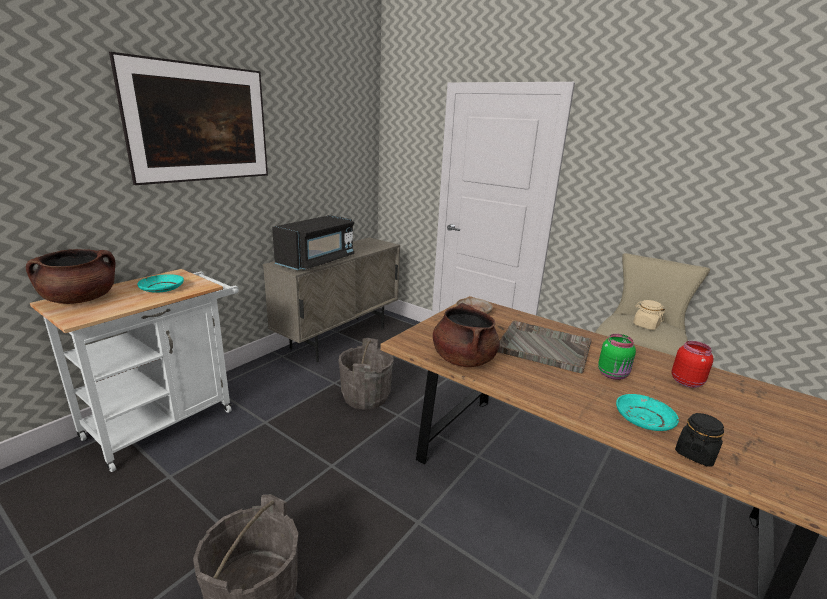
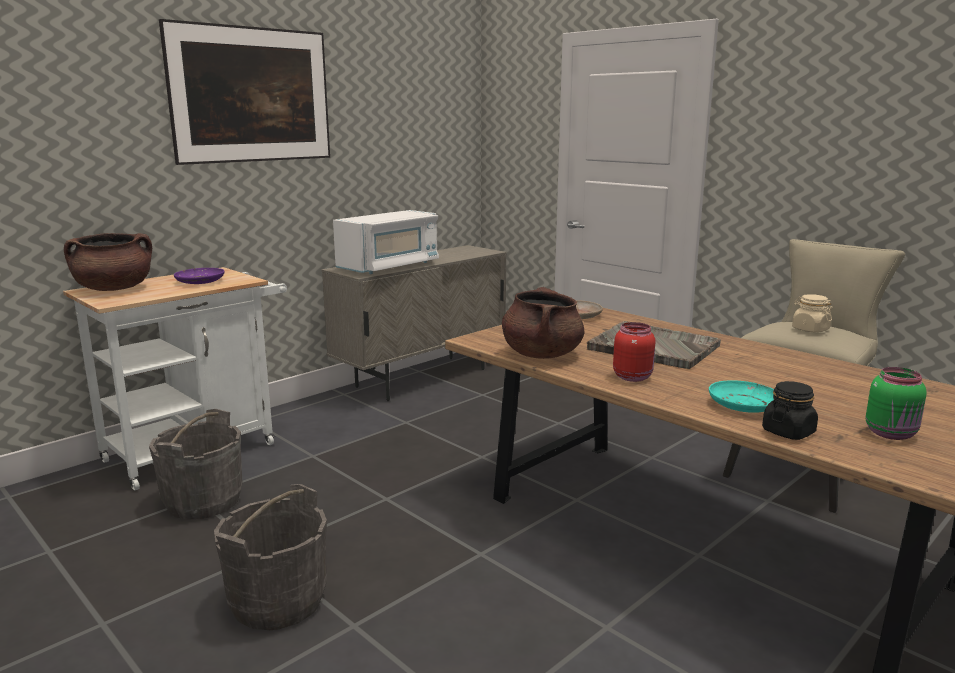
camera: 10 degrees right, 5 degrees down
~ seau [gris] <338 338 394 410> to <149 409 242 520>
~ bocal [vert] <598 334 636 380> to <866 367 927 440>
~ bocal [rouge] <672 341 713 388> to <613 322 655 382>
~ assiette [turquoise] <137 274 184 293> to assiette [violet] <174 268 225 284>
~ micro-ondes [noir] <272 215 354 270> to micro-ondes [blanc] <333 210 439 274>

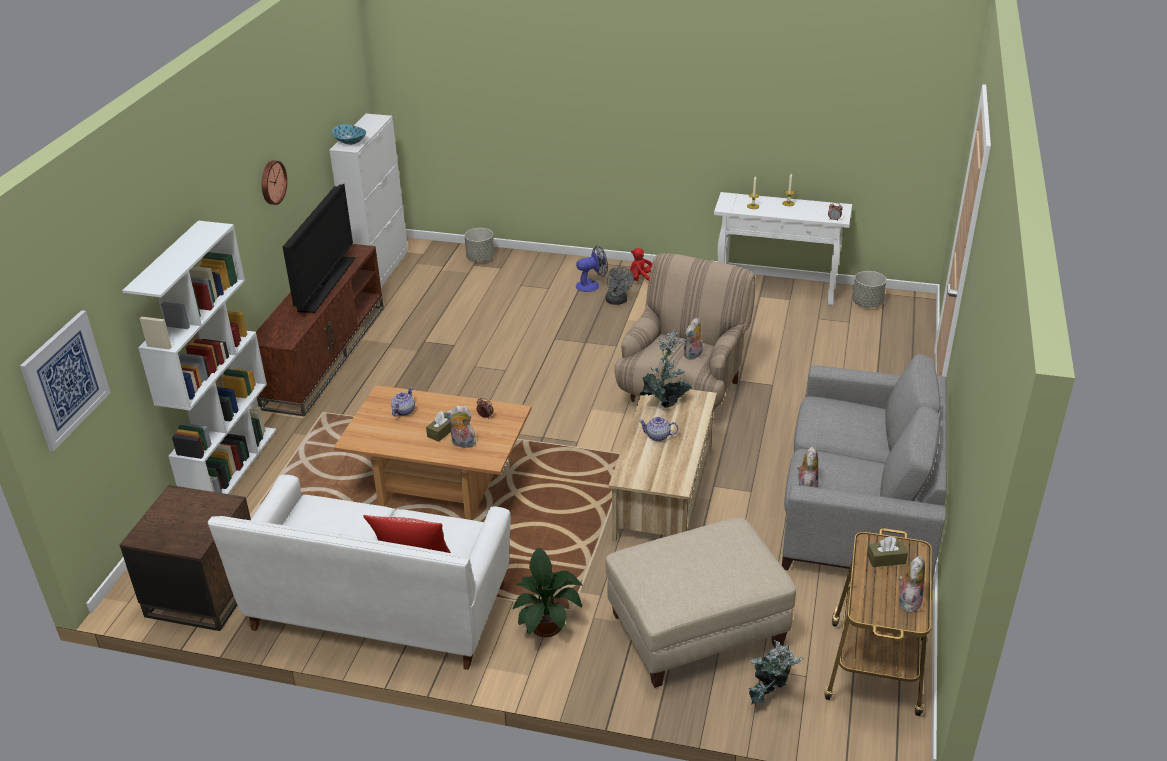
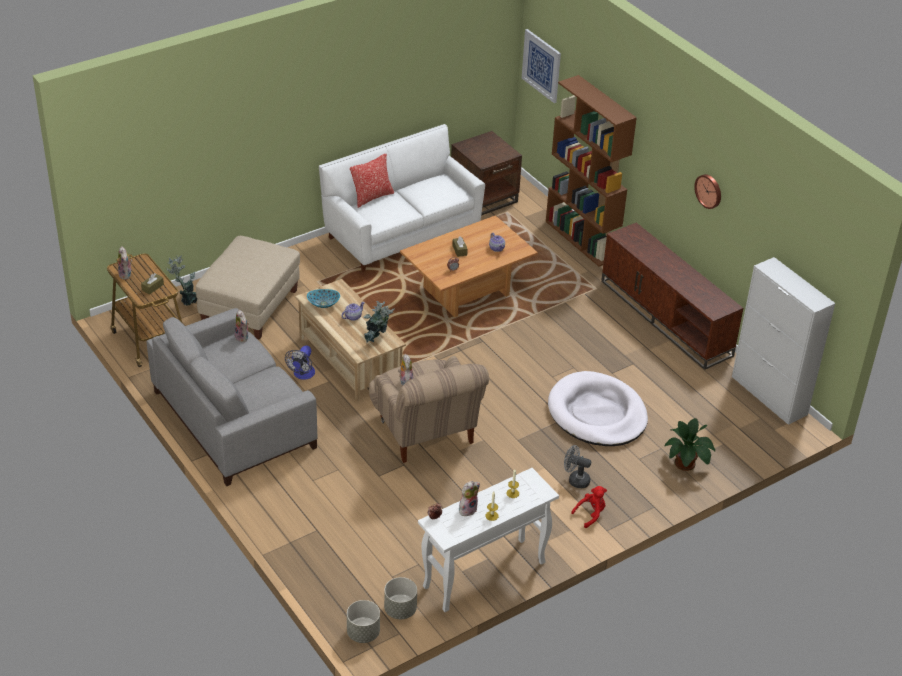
camera: 130 degrees right, 5 degrees up
- téléviseur <283 184 355 313>
+ panier pour chien [blanc] <548 371 648 446>
~ bol <332 124 367 145> to <307 289 340 308>
~ peluche <445 405 476 448> to <459 481 480 516>
~ cache-pot [gris] <465 228 495 262> to <347 600 380 643>
~ plante en pot <513 548 583 637> to <664 418 715 471>
~ ventilateur <576 245 608 292> to <285 345 315 380>
~ bibliothèque [blanc] <122 221 276 494> to bibliothèque [marron] <546 75 637 267>

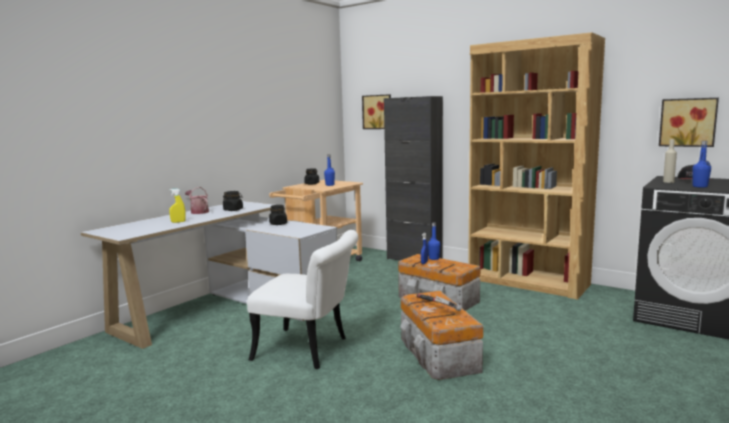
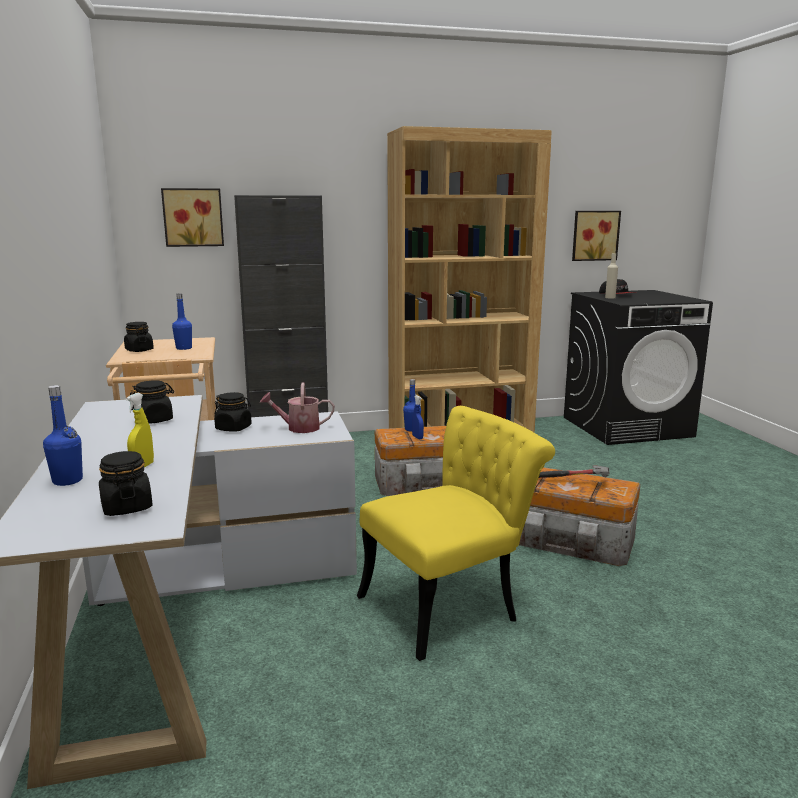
camera: 50 degrees left, 5 degrees up
+ bocal [noir] <99 451 153 516>
~ arrosoir <185 187 209 214> to <260 382 334 433>
~ bouteille [bleu] <693 141 711 188> to <43 385 83 486>
~ chaise [blanc] <247 230 358 369> to chaise [jaune] <357 406 555 661>

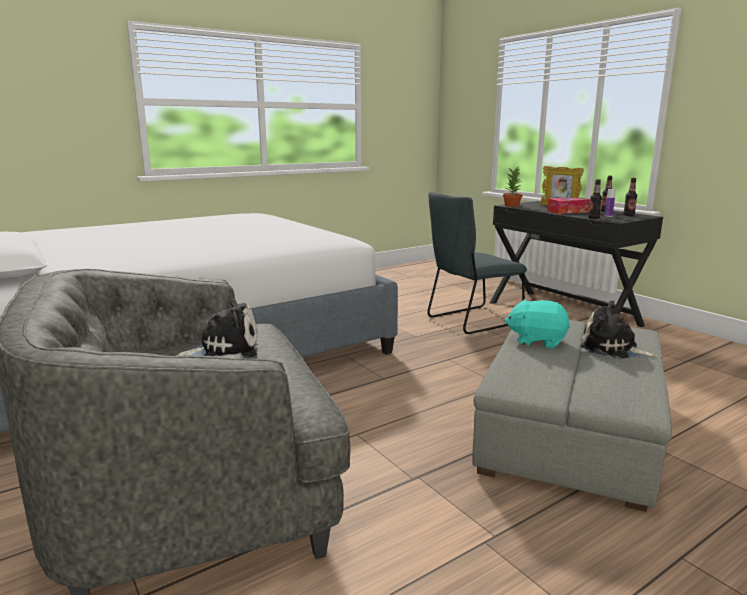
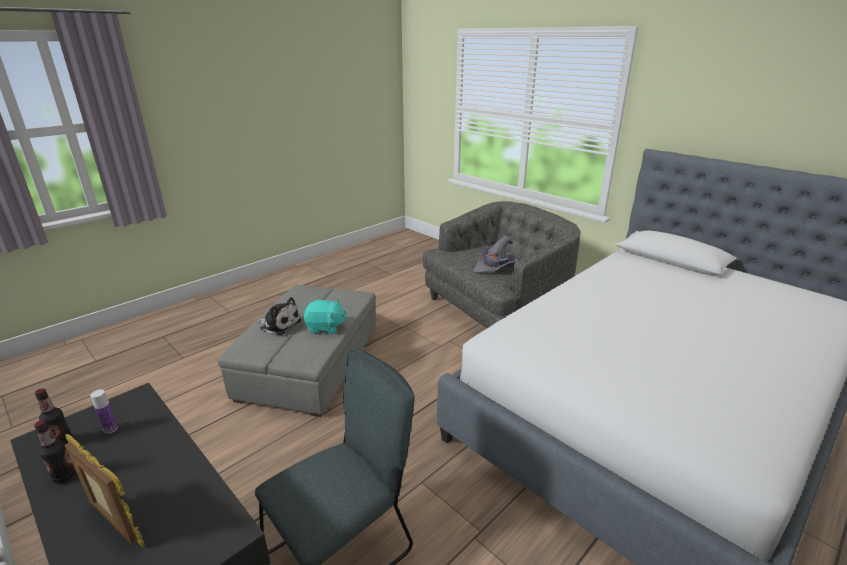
camera: 170 degrees right, 10 degrees up
- plante en pot <503 167 523 207>
- boîte à mouchoirs <547 197 590 214>
- bouteille <588 179 602 219>
~ peluche <176 299 258 359> to chapeau [gris] <473 236 517 274>

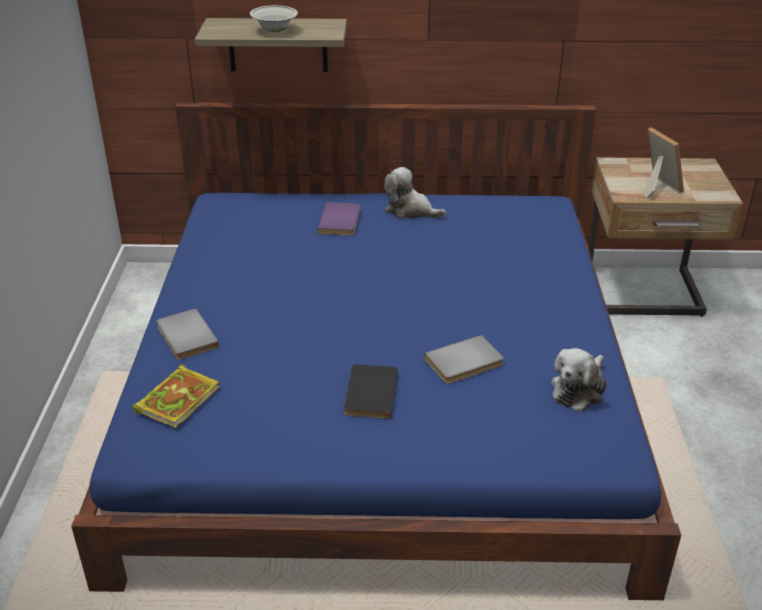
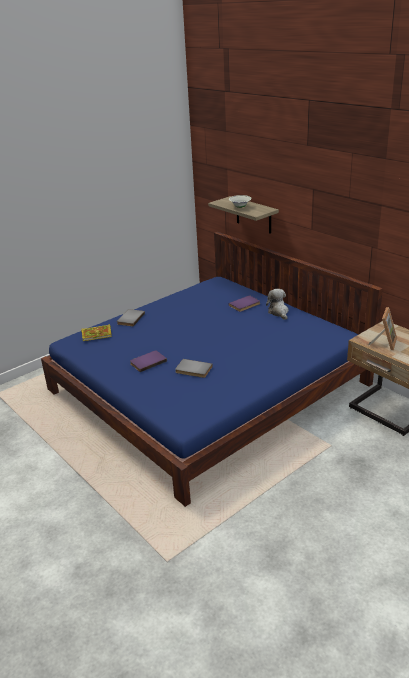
camera: 50 degrees right, 5 degrees down
- peluche <551 348 607 412>
~ livre [noir] <344 364 398 419> to livre [violet] <130 350 167 372>

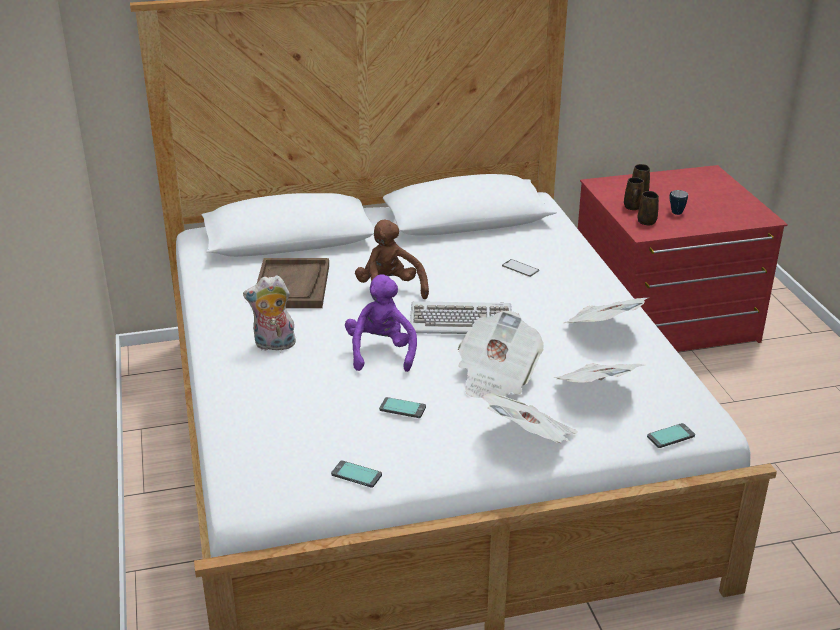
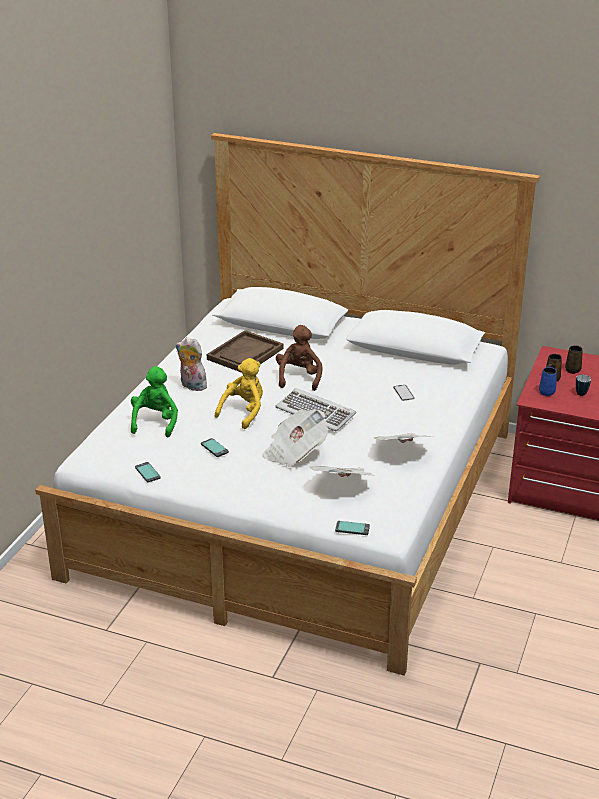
camera: 35 degrees right, 0 degrees up
- journal <483 393 578 443>
+ peluche [vert] <131 366 178 437>
~ peluche [violet] <345 275 417 372> to peluche [jaune] <215 358 263 429>
~ mug [marron] <638 191 659 225> to mug [bleu] <539 367 557 396>

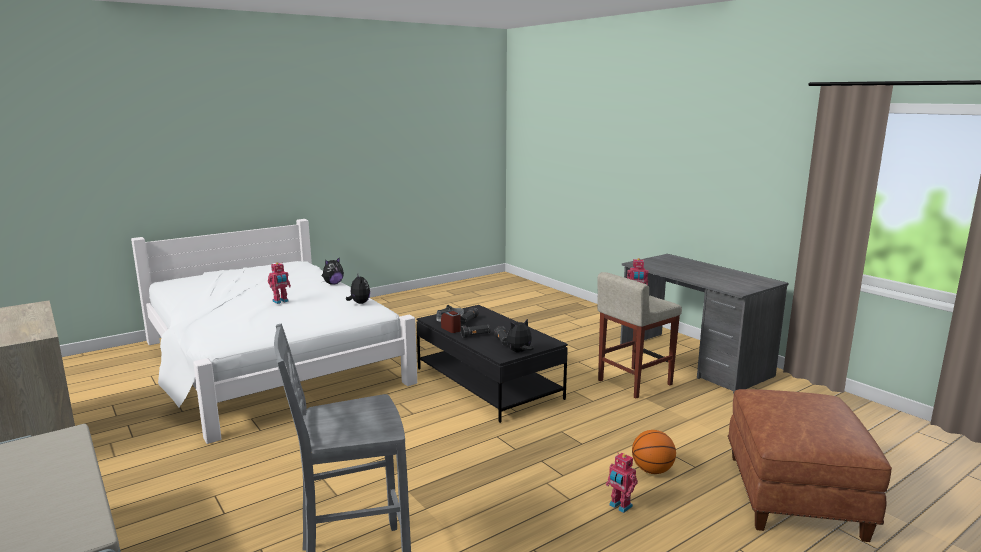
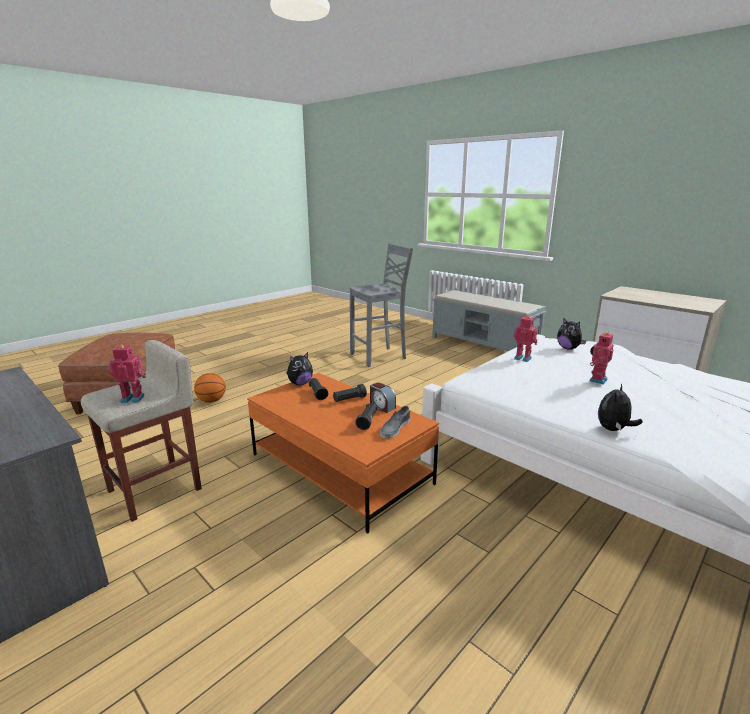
camera: 170 degrees right, 5 degrees up
~ peluche <346 275 370 304> to <557 318 586 350>
~ robot jouet <606 452 638 513> to <514 316 538 362>
~ table basse [noir] <417 305 568 423> to table basse [orange] <247 373 439 534>

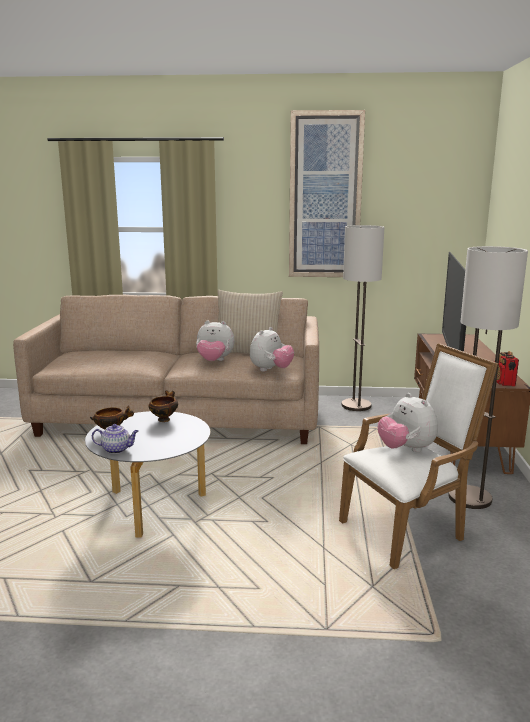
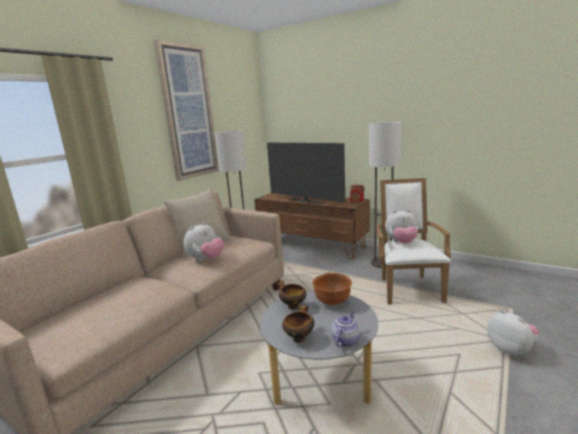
camera: 60 degrees left, 0 degrees up
+ bol [marron] <313 273 352 305>
~ peluche <250 327 294 371> to <487 309 539 357>

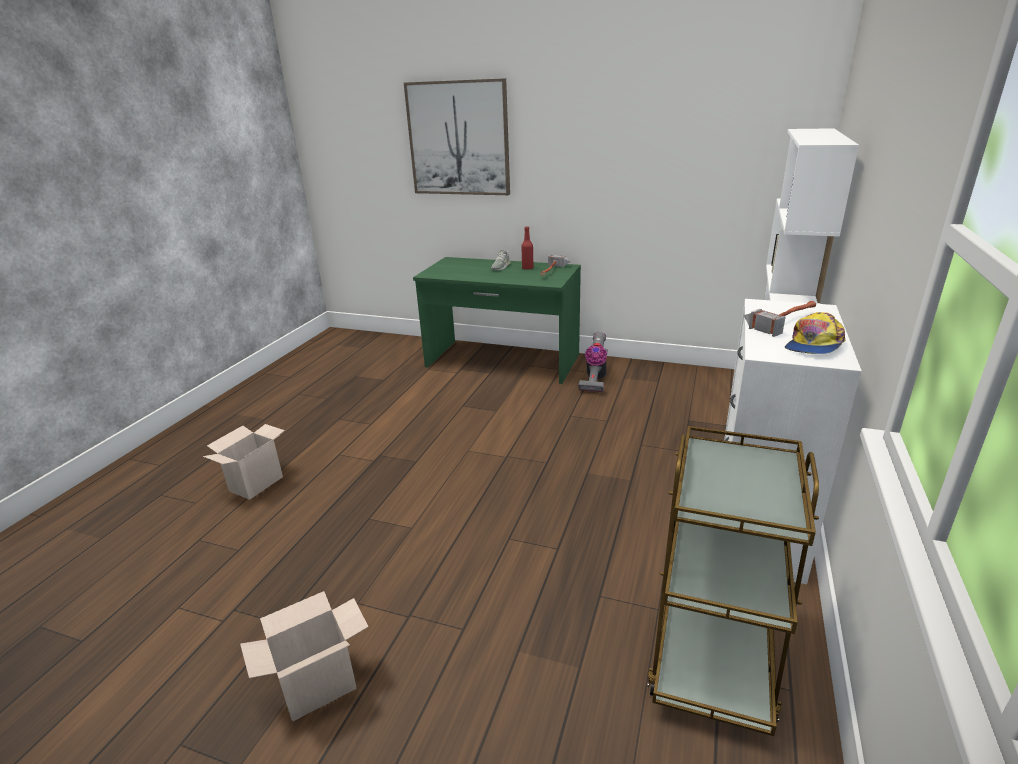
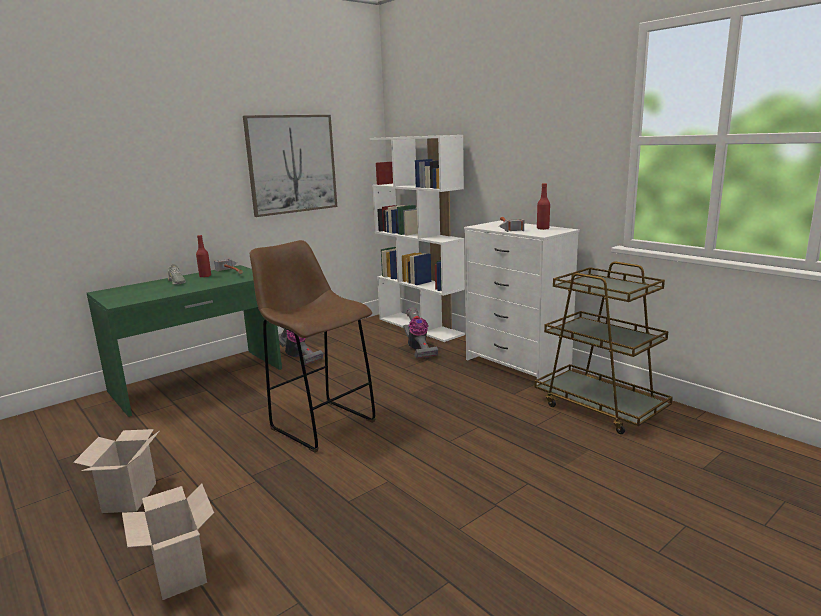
camera: 60 degrees left, 10 degrees down
+ tabouret [marron] <250 240 376 453>
+ aspirateur <403 308 438 358>
~ carton <240 591 369 721> to <73 429 160 513>
~ tableau <404 78 510 195> to <243 115 337 217>
~ casquette <785 312 846 354> to bouteille [rouge] <537 183 550 230>

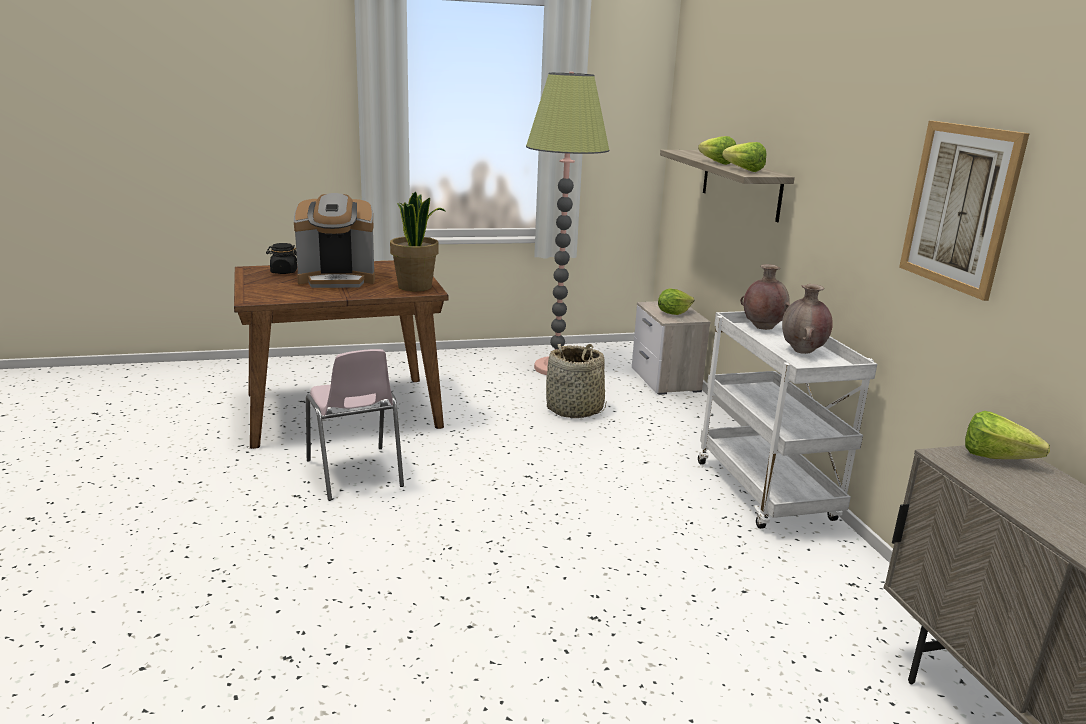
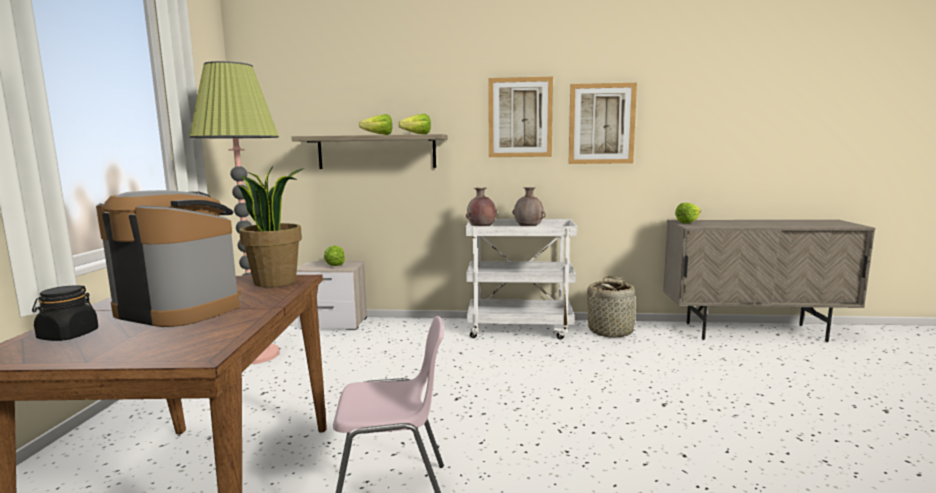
camera: 70 degrees left, 10 degrees down
+ tableau <488 76 553 157>
~ panier <546 344 607 418> to <587 276 639 338>
~ machine à café <294 193 375 288> = <96 190 241 327> 75 degrees counterclockwise

